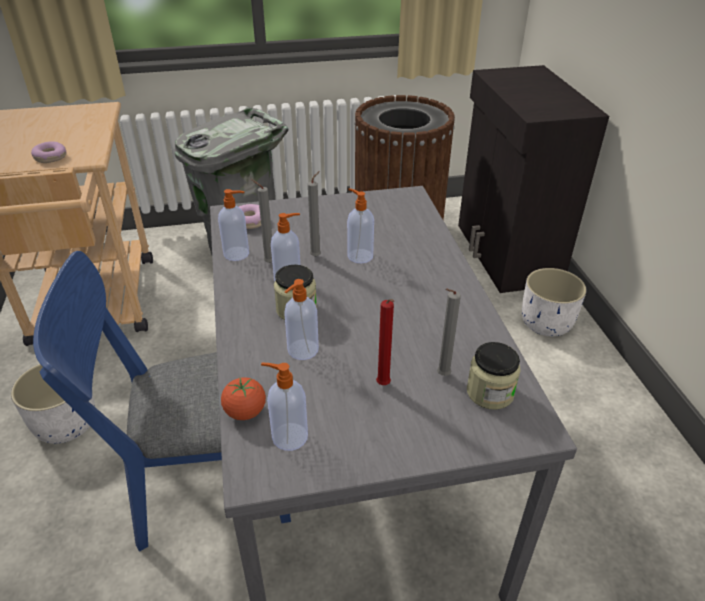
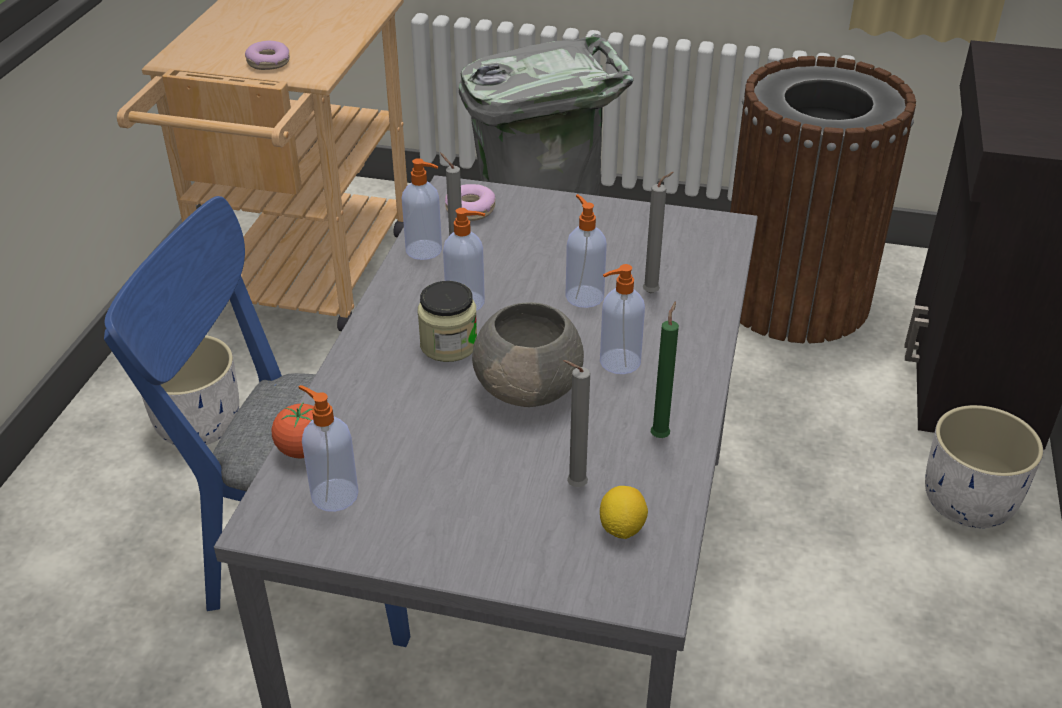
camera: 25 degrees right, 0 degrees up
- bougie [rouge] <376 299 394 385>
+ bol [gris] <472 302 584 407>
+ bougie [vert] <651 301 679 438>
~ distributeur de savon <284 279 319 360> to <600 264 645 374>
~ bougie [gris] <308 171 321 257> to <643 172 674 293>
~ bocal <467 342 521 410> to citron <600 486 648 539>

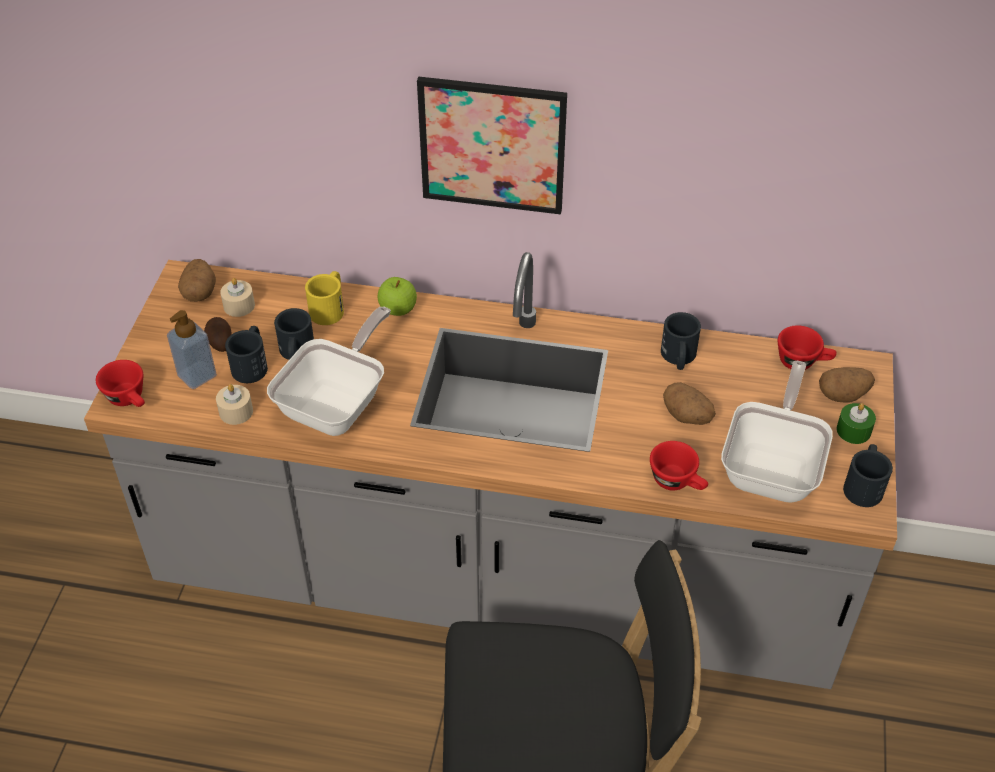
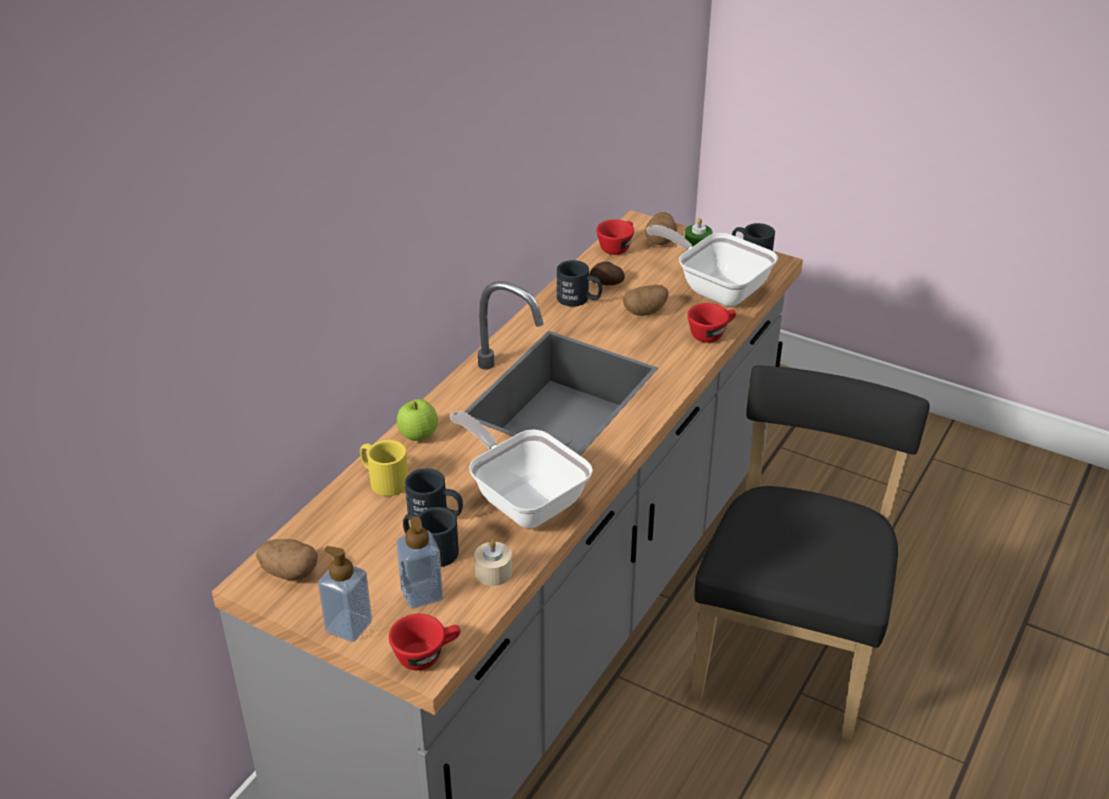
camera: 70 degrees left, 10 degrees down
- bougie [beige] <220 278 255 317>
- tableau <417 76 567 214>
+ distributeur de savon <318 546 372 642>
~ pomme de terre <204 317 232 352> to <589 261 625 285>

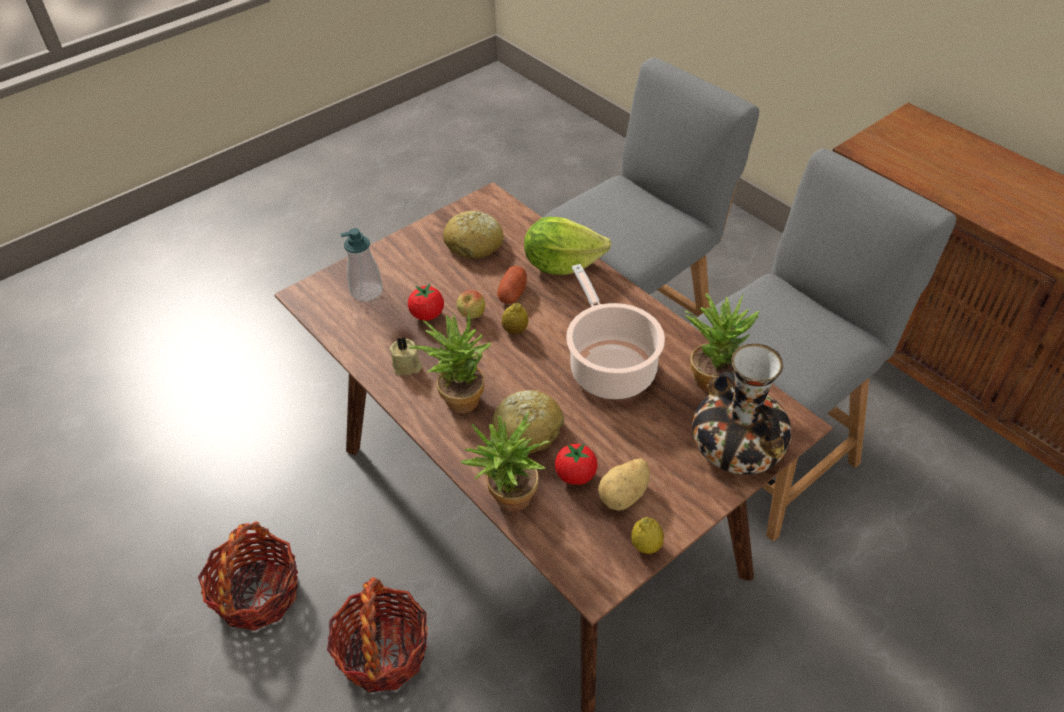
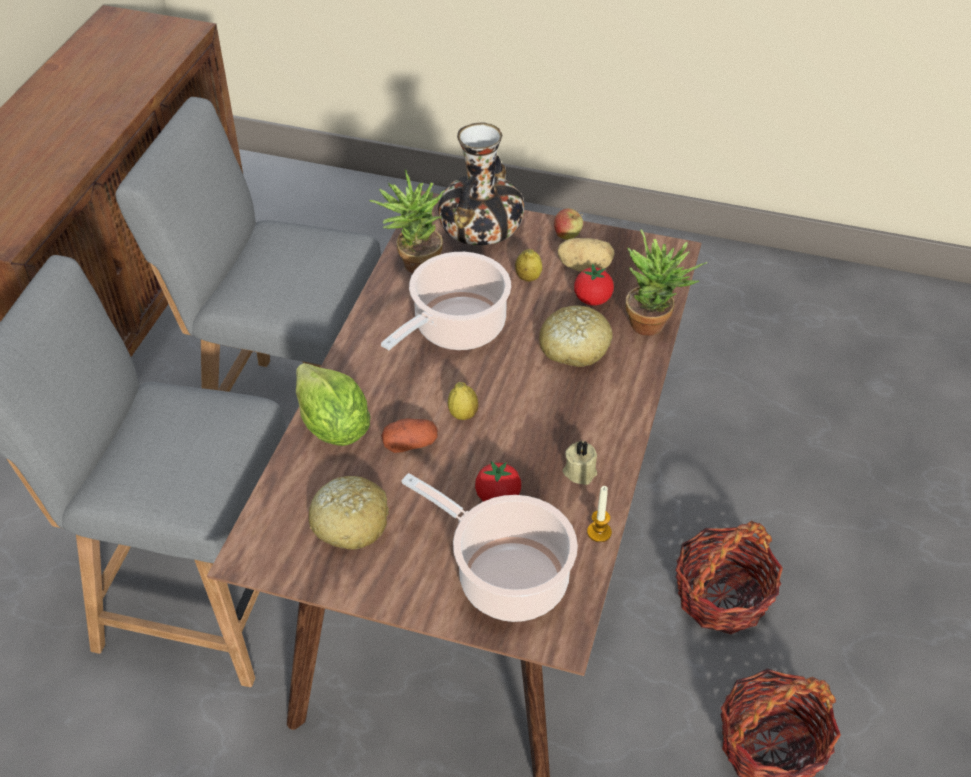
camera: 125 degrees left, 0 degrees up
- plante en pot <408 309 491 413>
+ bougie <587 486 612 542>
~ pomme <456 290 485 319> to <554 208 583 240>
~ citron <631 517 664 554> to <515 249 542 282>
~ distributeur de savon <340 228 383 301> to marmite <401 473 578 622>

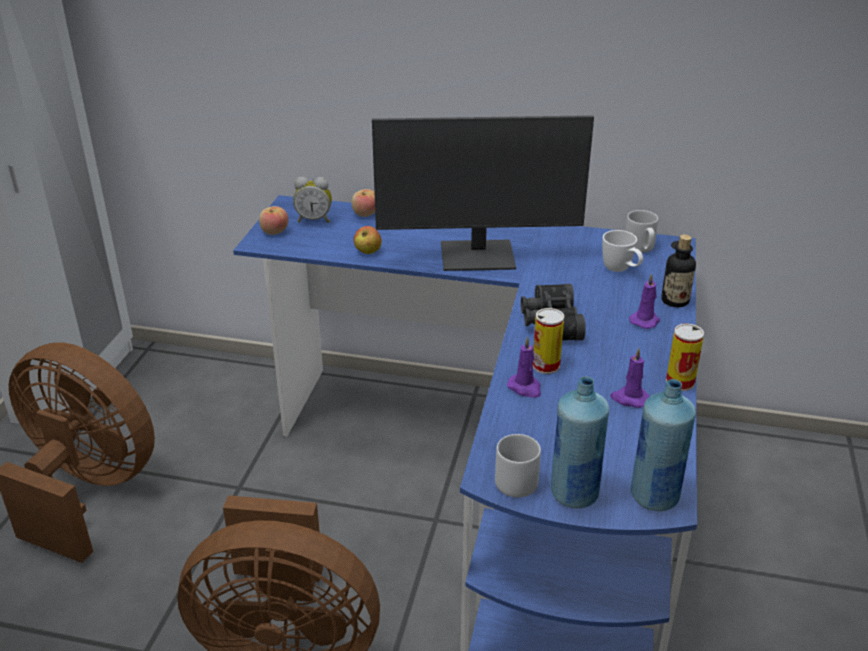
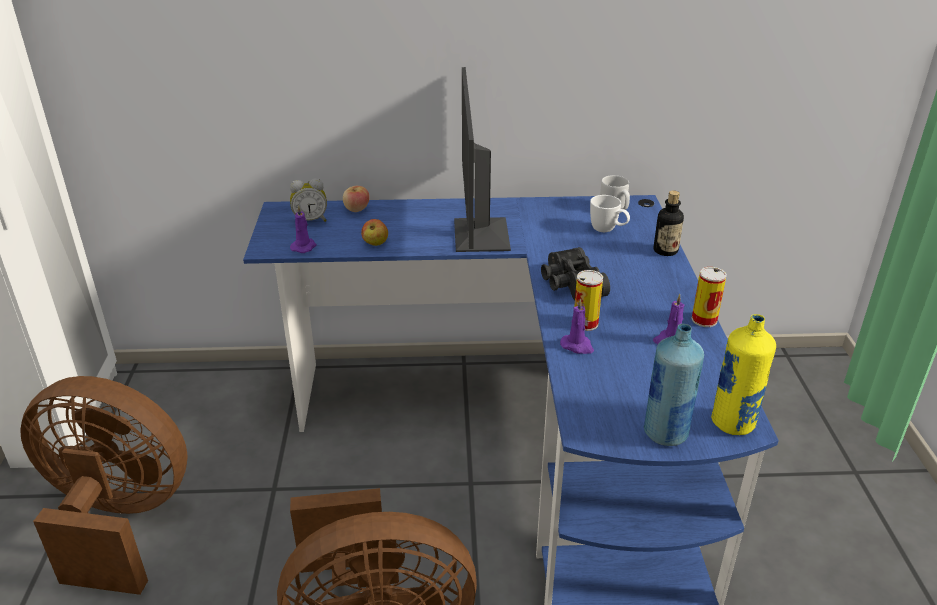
camera: 15 degrees left, 0 degrees up
- pomme <259 206 288 235>
- mug [gris] <495 434 541 498>
~ bougie [violet] <629 274 660 329> to <290 205 317 253>
~ bouteille [bleu] <631 379 696 511> to bouteille [jaune] <711 314 776 435>
~ écran d'ordinateur <372 115 594 271> = <454 67 511 252> 105 degrees clockwise

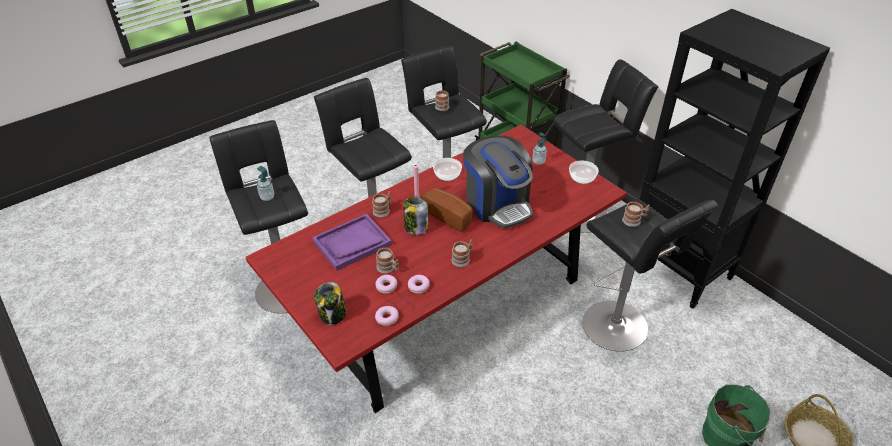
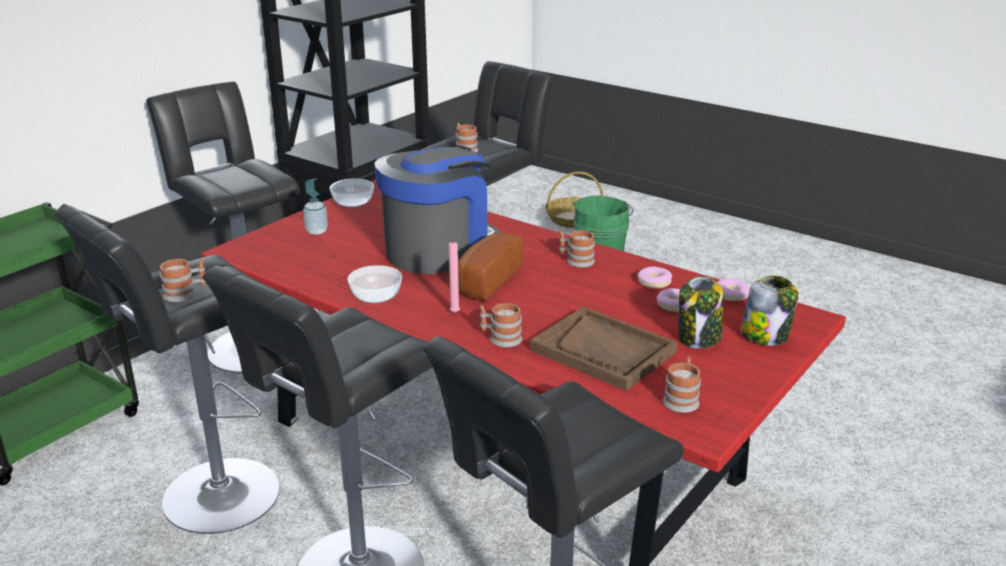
camera: 105 degrees left, 15 degrees down
- distributeur de savon <257 166 274 201>
~ mug <376 248 399 274> to <663 356 701 413>
~ bocal <403 196 428 235> to <679 276 723 349>
~ plateau [violet] <312 214 392 271> to plateau [marron] <530 307 678 391>

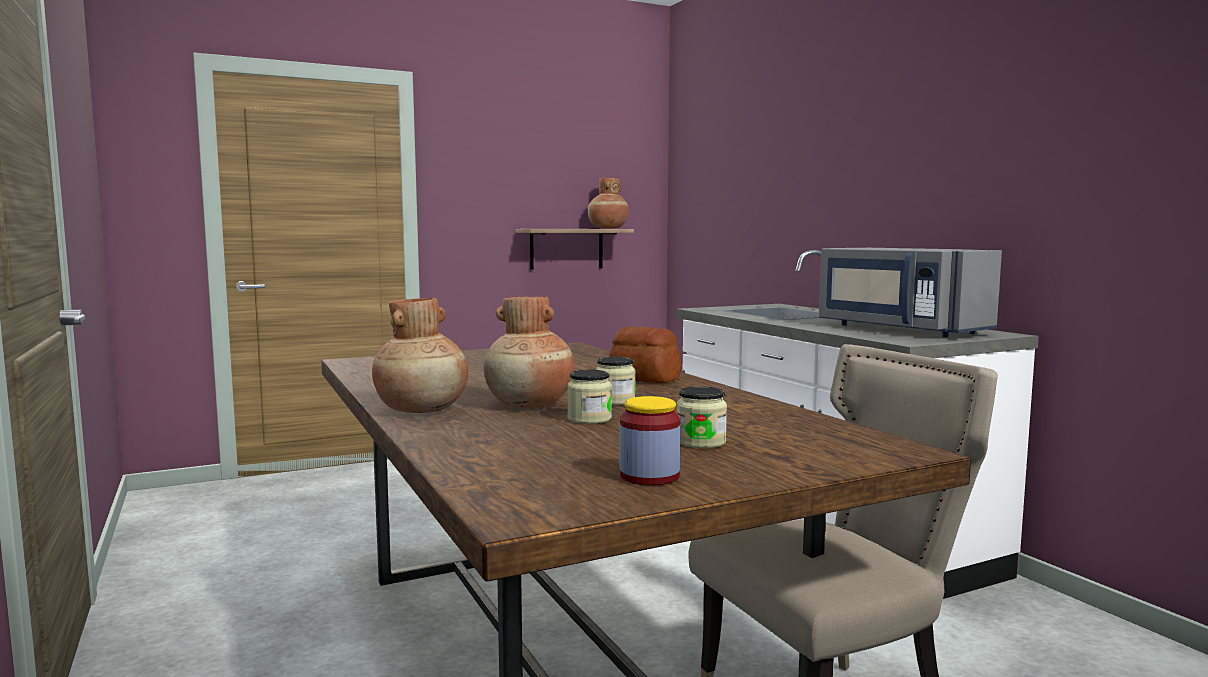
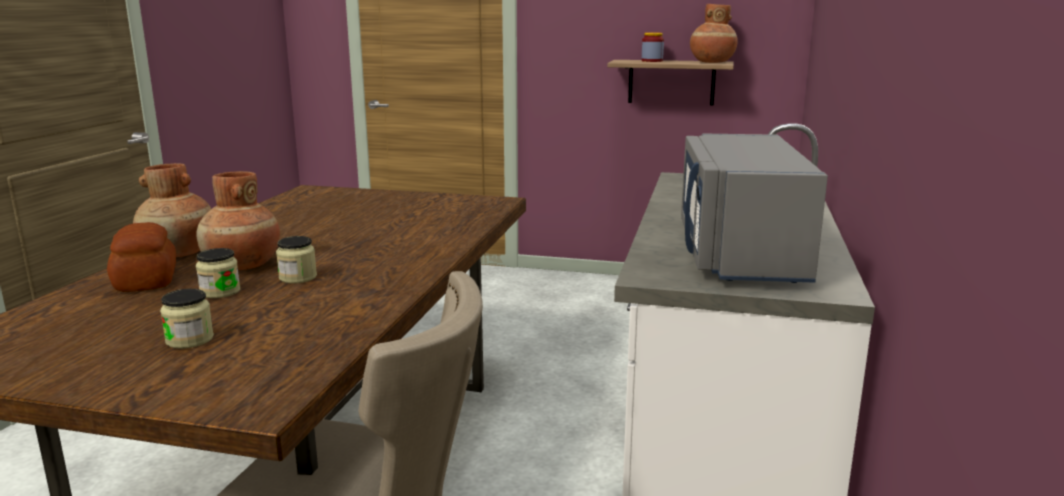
camera: 40 degrees right, 10 degrees up
~ pain <608 326 681 383> to <107 222 176 292>
~ bocal <619 396 681 485> to <641 32 664 62>

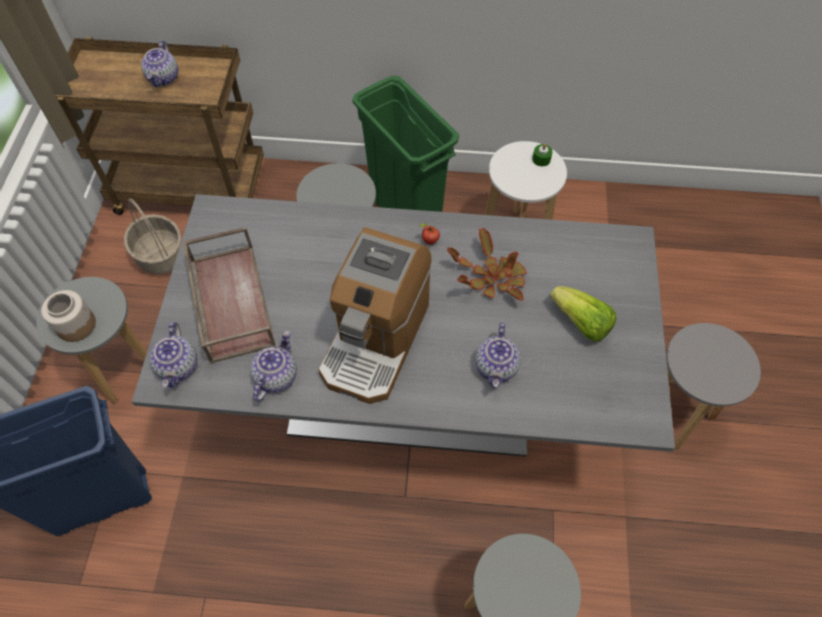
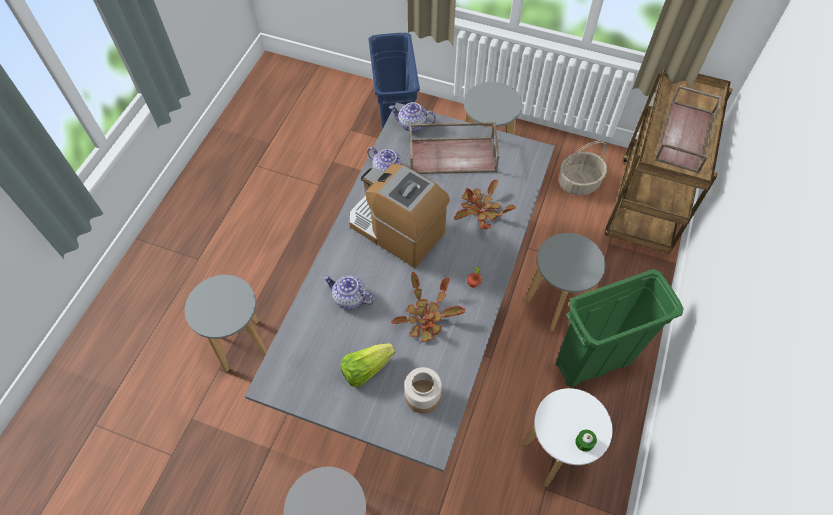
camera: 105 degrees right, 0 degrees up
+ plante en pot <454 180 516 229>
~ bocal <41 290 96 342> to <405 367 442 414>
~ théière <141 40 178 87> to plateau [marron] <655 85 722 174>

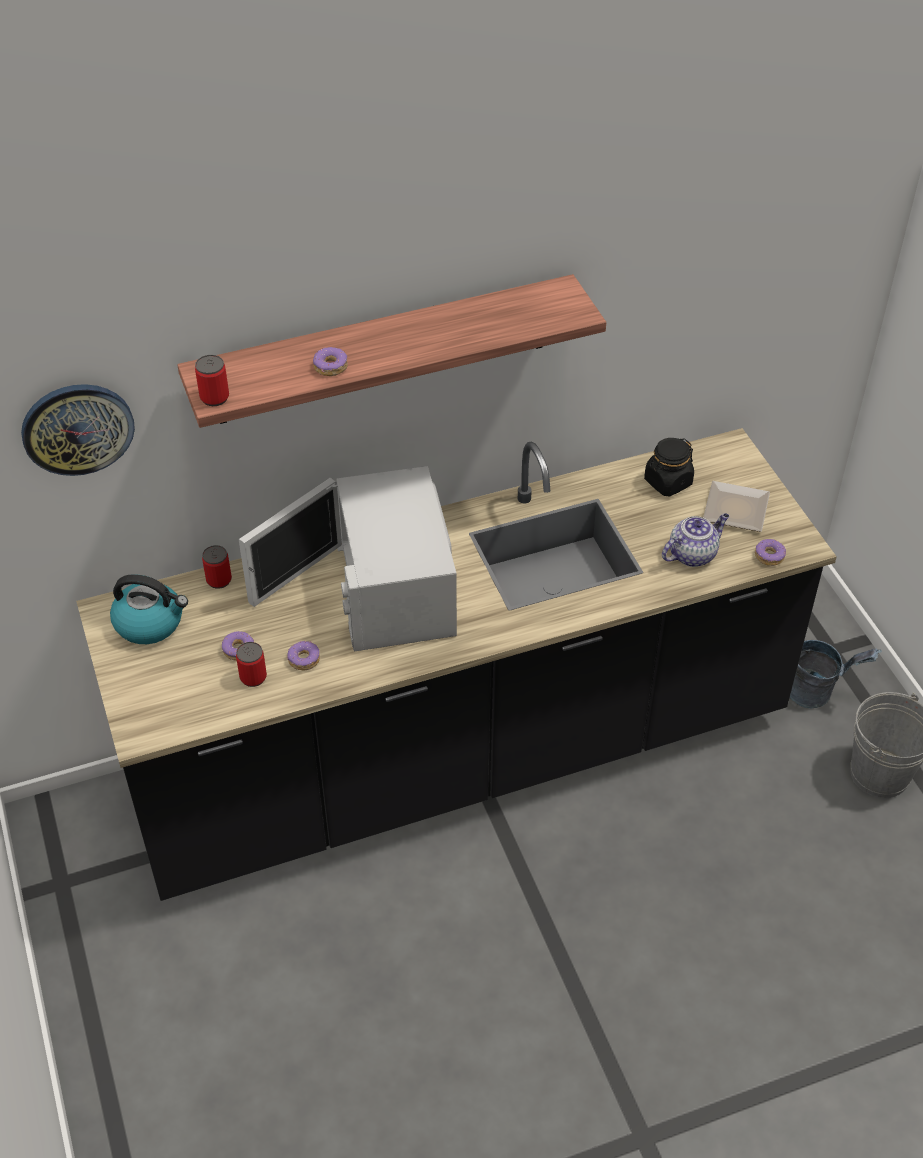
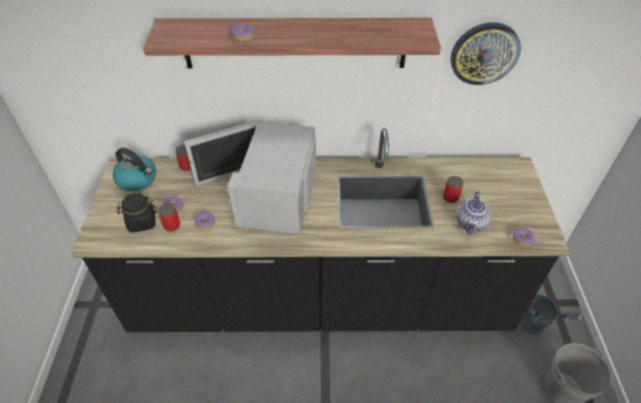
camera: 20 degrees right, 0 degrees up
- assiette <703 481 770 532>
~ horloge murale <21 384 135 476> to <451 23 521 85>
~ boîte métallique <195 355 229 406> to <443 176 463 203>
~ bocal [noir] <644 438 694 497> to <117 193 157 233>
~ théière <662 513 729 567> = <456 191 491 234> 120 degrees clockwise

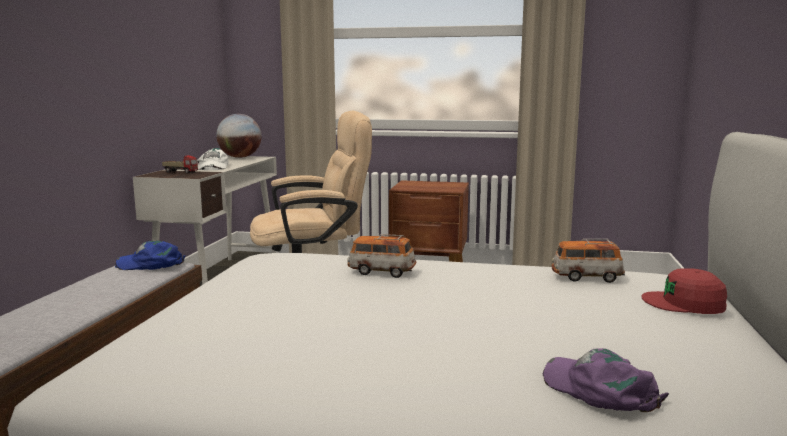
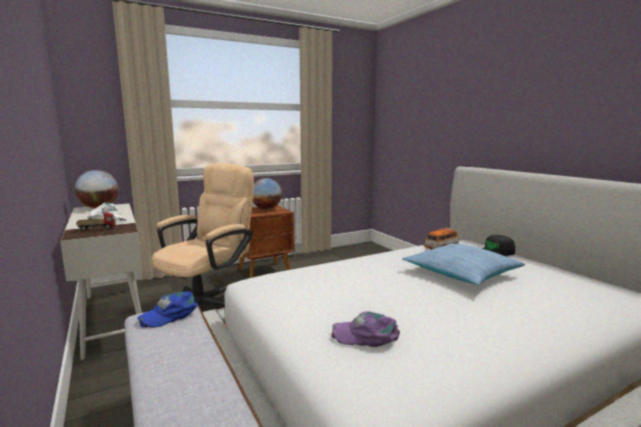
camera: 40 degrees left, 0 degrees up
- petite voiture <347 234 416 278>
+ globe <253 178 282 209>
+ coussin <402 243 525 285>
~ casquette [violet] <543 348 669 412> to <331 311 400 347>
~ casquette [rouge] <642 268 727 314> to casquette [noir] <482 235 515 256>

